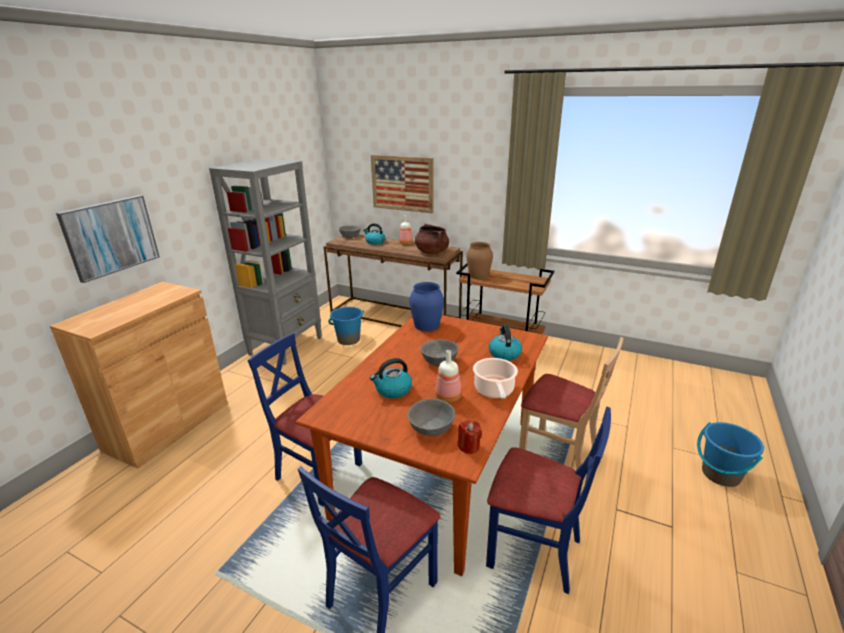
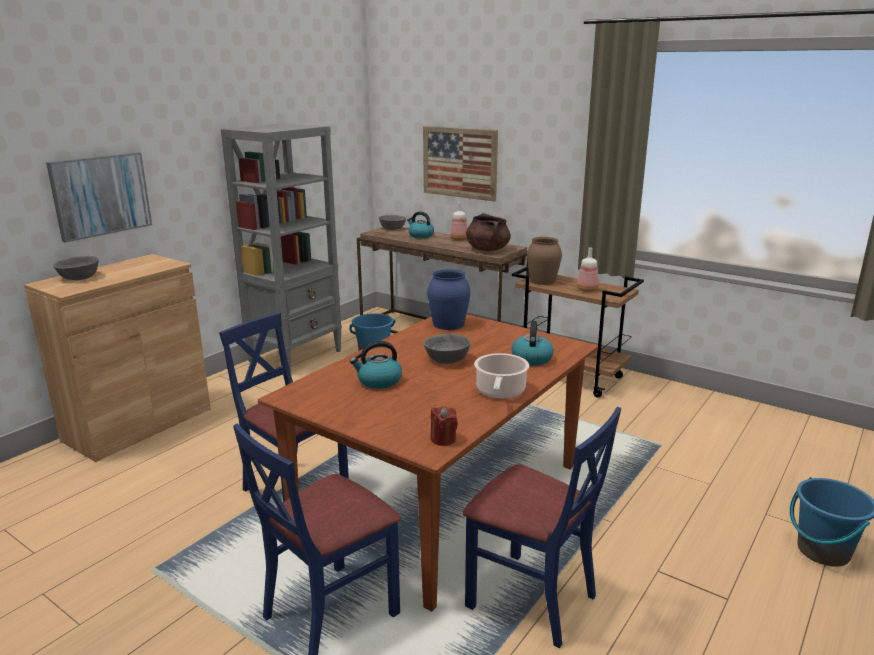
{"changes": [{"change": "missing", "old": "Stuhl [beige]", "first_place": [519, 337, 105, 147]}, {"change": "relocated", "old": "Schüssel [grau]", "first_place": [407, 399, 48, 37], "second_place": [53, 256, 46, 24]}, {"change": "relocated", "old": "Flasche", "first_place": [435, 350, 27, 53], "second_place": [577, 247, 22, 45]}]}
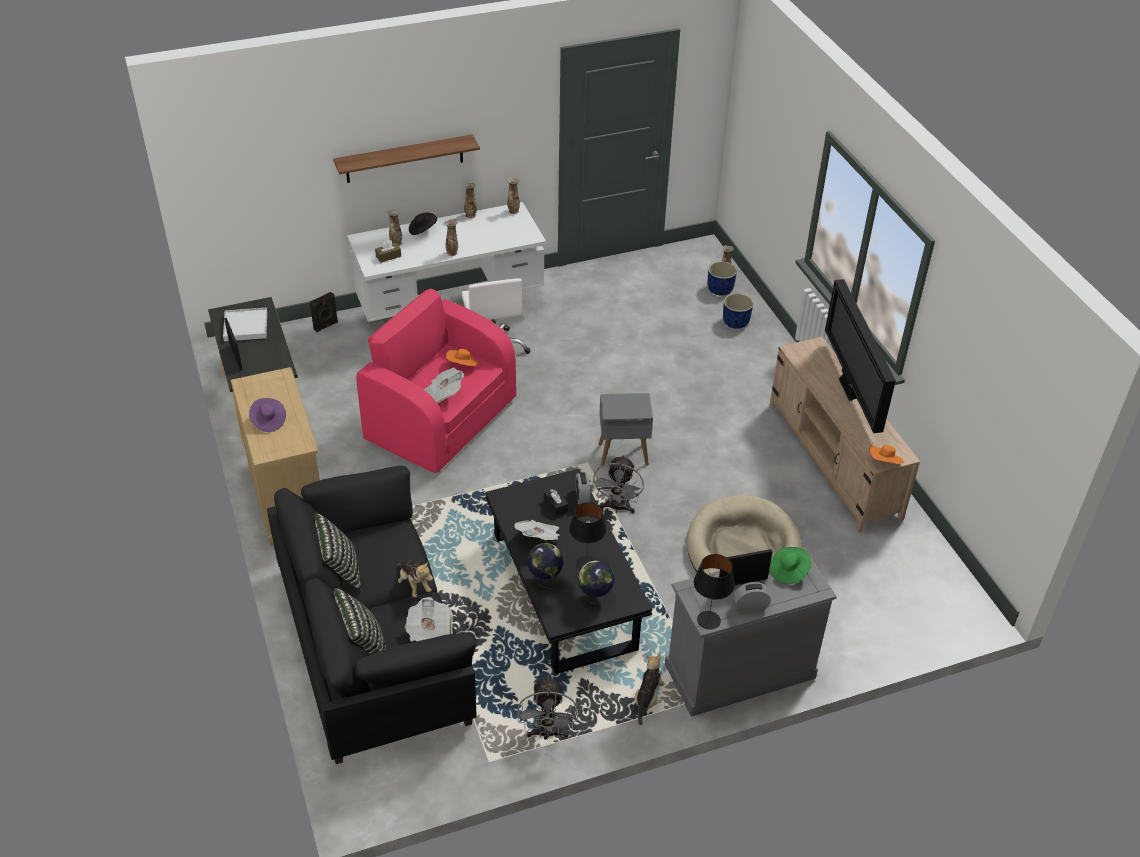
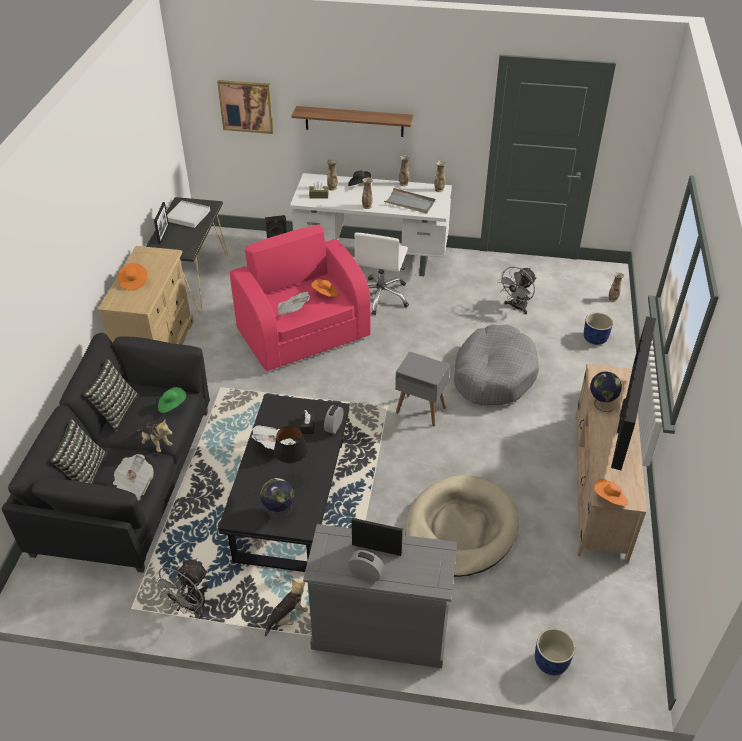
{"changes": [{"change": "missing", "old": "Tischlampe [schwarz]", "first_place": [694, 554, 41, 76]}, {"change": "appeared", "new": "Bild", "second_place": [217, 80, 57, 54]}, {"change": "appeared", "new": "Tablett [grau]", "second_place": [384, 188, 52, 26]}, {"change": "appeared", "new": "Hundebett [grau]", "second_place": [454, 324, 85, 82]}, {"change": "relocated", "old": "Globus", "first_place": [527, 543, 37, 46], "second_place": [590, 371, 32, 41]}, {"change": "relocated", "old": "Ventilator [grau]", "first_place": [592, 455, 52, 58], "second_place": [497, 267, 40, 47]}, {"change": "relocated", "old": "Pflanzkübel [blau]", "first_place": [708, 261, 29, 35], "second_place": [535, 628, 40, 47]}, {"change": "relocated", "old": "Hut [grün]", "first_place": [770, 547, 41, 37], "second_place": [158, 387, 28, 26]}, {"change": "colour", "old": "Hut [lila]", "new": "Hut [orange]", "first_place": [249, 398, 37, 34], "second_place": [117, 263, 30, 28]}, {"change": "spun", "old": "Plüschtier", "first_place": [396, 561, 37, 36], "second_place": [137, 420, 36, 32], "degrees": -45}]}
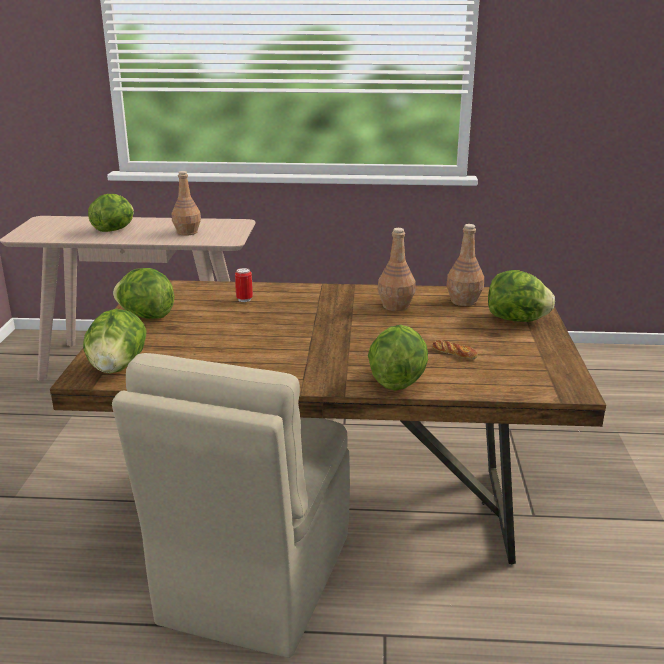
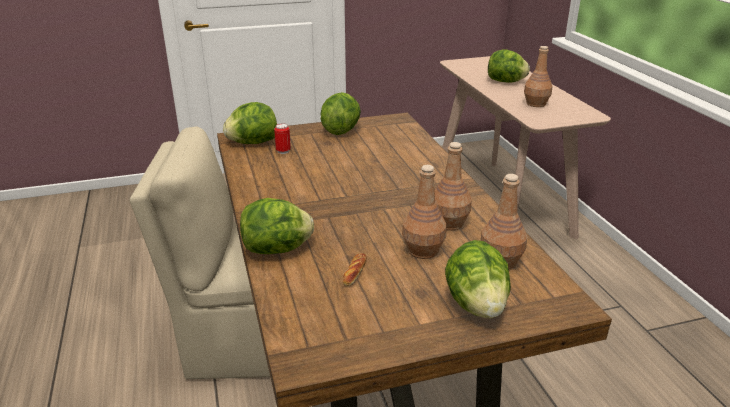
{"changes": [{"change": "appeared", "new": "Flasche [braun]", "second_place": [402, 165, 44, 94]}, {"change": "relocated", "old": "Dose", "first_place": [235, 268, 18, 34], "second_place": [274, 123, 17, 31]}]}
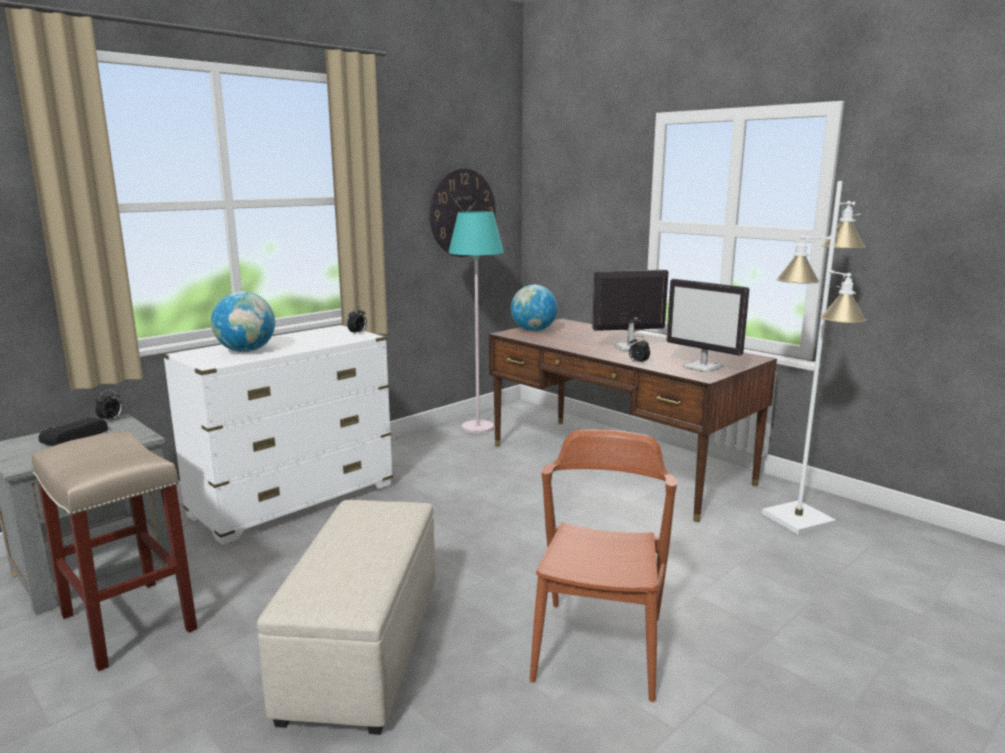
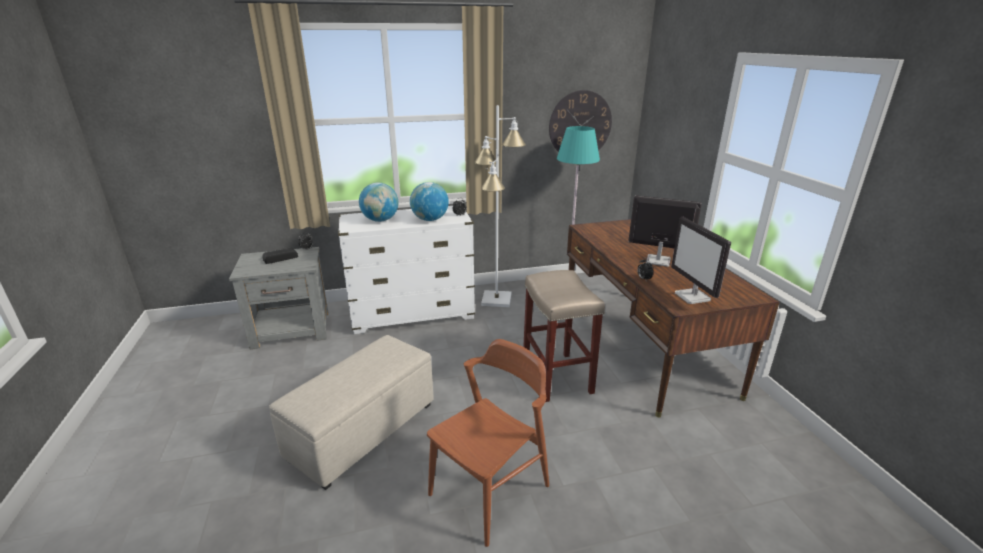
{"changes": [{"change": "relocated", "old": "Hocker [beige]", "first_place": [32, 431, 165, 240], "second_place": [523, 270, 82, 132]}, {"change": "relocated", "old": "Globus", "first_place": [511, 285, 47, 47], "second_place": [410, 182, 39, 39]}, {"change": "relocated", "old": "Stehlampe [weiß]", "first_place": [762, 181, 104, 354], "second_place": [474, 105, 52, 202]}]}
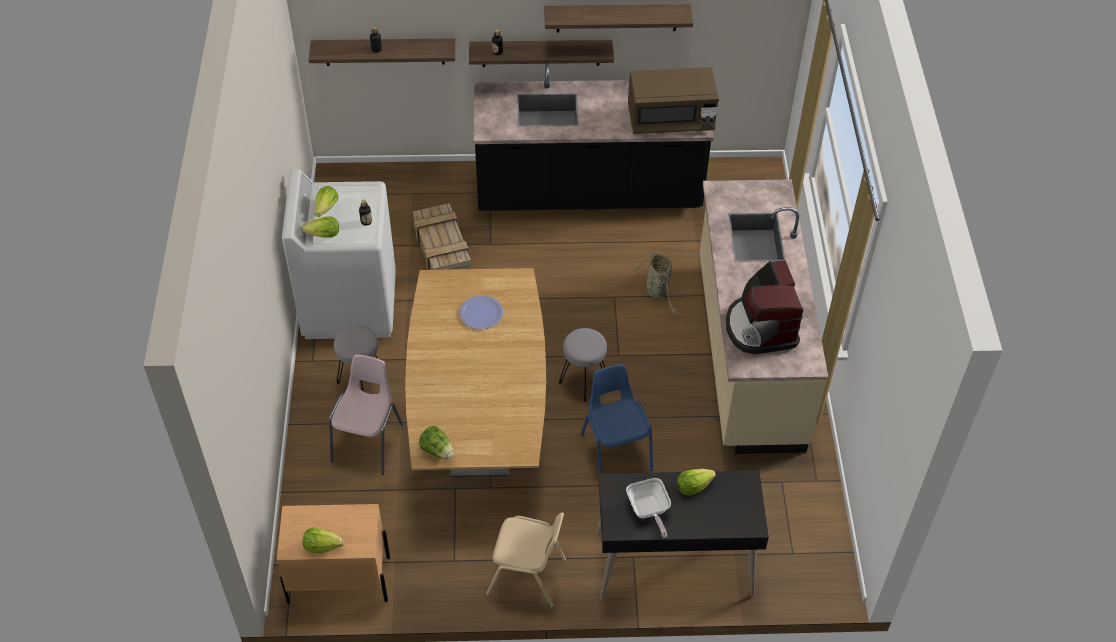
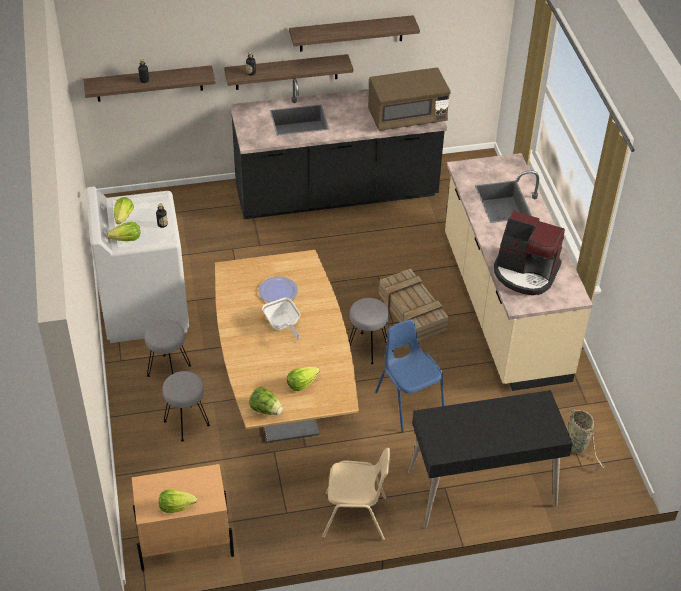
{"changes": [{"change": "relocated", "old": "Kiste", "first_place": [413, 203, 58, 67], "second_place": [379, 269, 69, 73]}, {"change": "relocated", "old": "Pfanne", "first_place": [626, 478, 45, 60], "second_place": [262, 298, 39, 42]}, {"change": "relocated", "old": "Korb", "first_place": [633, 252, 45, 62], "second_place": [562, 409, 43, 59]}, {"change": "relocated", "old": "Salatkopf", "first_place": [677, 469, 39, 26], "second_place": [287, 367, 33, 24]}, {"change": "exchanged", "old": "Stuhl [rosa]", "new": "Hocker [grau]", "first_place": [329, 355, 74, 120], "second_place": [162, 371, 48, 70]}, {"change": "spun", "old": "Kaffeemaschine", "first_place": [726, 260, 77, 94], "second_place": [494, 211, 71, 84], "degrees": -45}]}
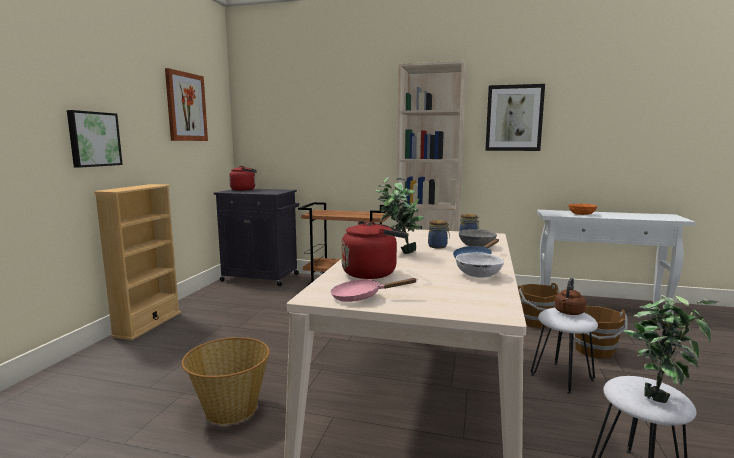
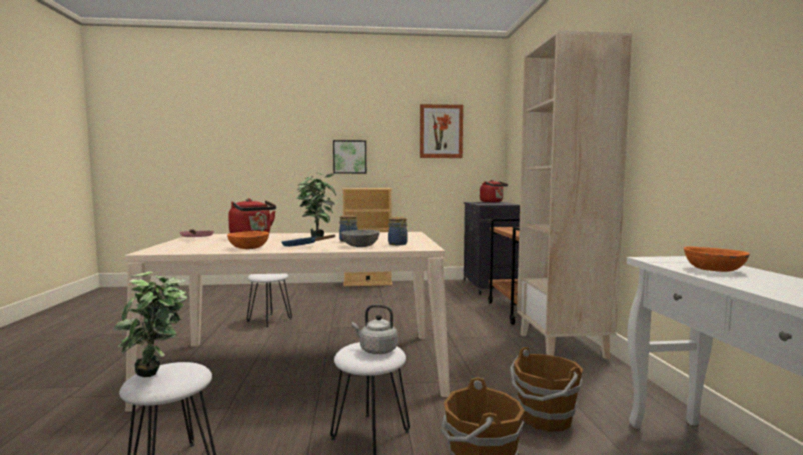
{"changes": [{"change": "missing", "old": "Bild", "first_place": [485, 84, 60, 67]}, {"change": "exchanged", "old": "Korb", "new": "Hocker [weiß]", "first_place": [181, 337, 89, 87], "second_place": [247, 274, 45, 53]}, {"change": "colour", "old": "Schüssel [weiß]", "new": "Schüssel [orange]", "first_place": [456, 252, 48, 26], "second_place": [227, 231, 42, 18]}, {"change": "colour", "old": "Wasserkessel [braun]", "new": "Wasserkessel [grau]", "first_place": [555, 278, 31, 37], "second_place": [352, 304, 46, 50]}]}
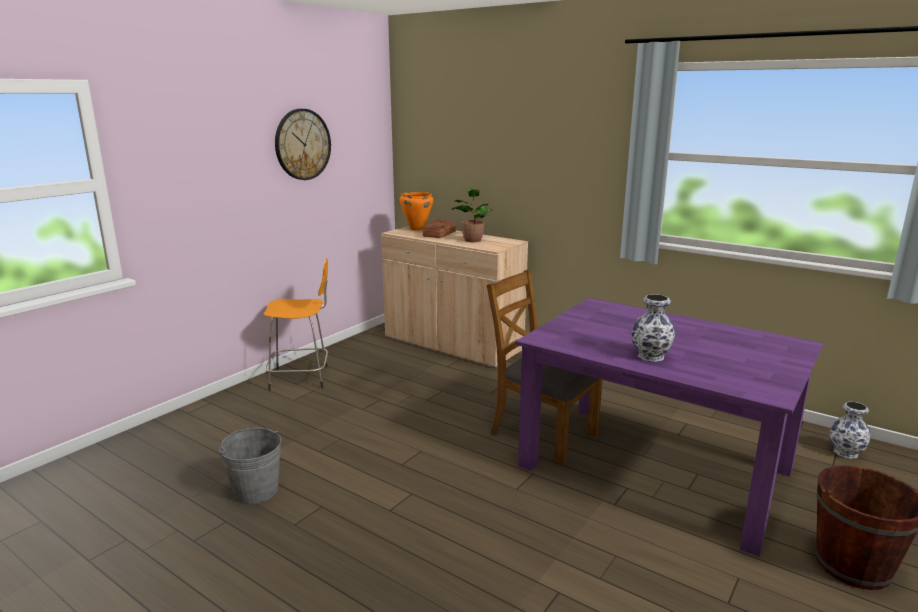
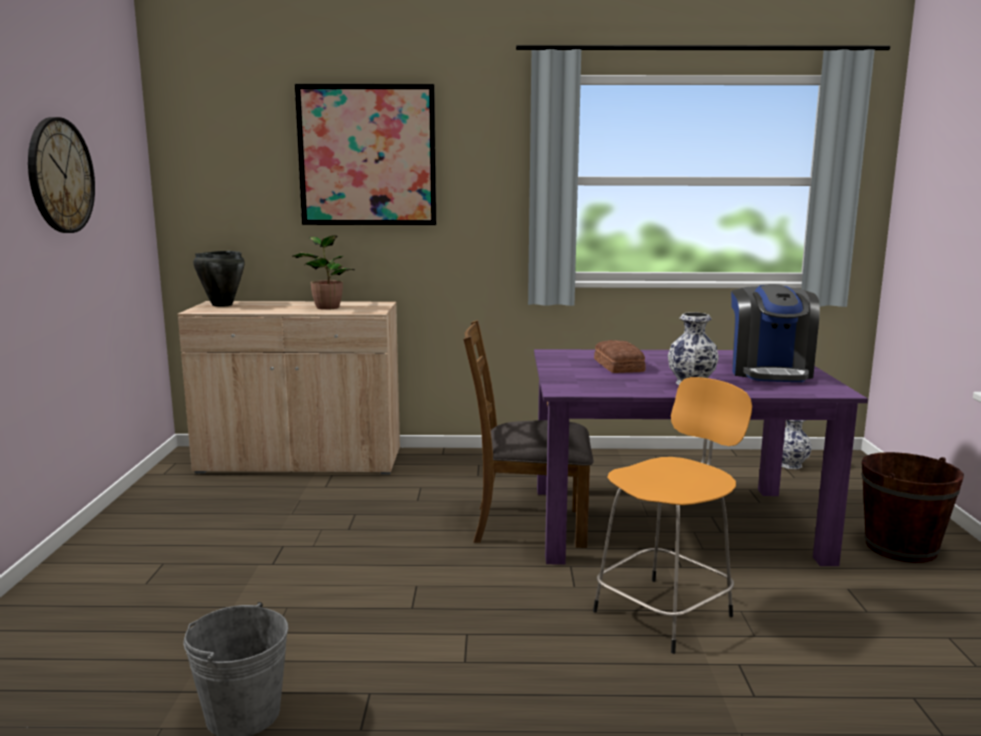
{"changes": [{"change": "appeared", "new": "Bild", "second_place": [295, 84, 141, 141]}, {"change": "appeared", "new": "Kaffeemaschine", "second_place": [731, 284, 89, 98]}, {"change": "relocated", "old": "Hocker [orange]", "first_place": [263, 258, 65, 133], "second_place": [593, 377, 159, 277]}, {"change": "relocated", "old": "Brot", "first_place": [423, 219, 33, 19], "second_place": [594, 340, 51, 33]}, {"change": "colour", "old": "Kochtopf [orange]", "new": "Kochtopf [schwarz]", "first_place": [399, 192, 34, 39], "second_place": [193, 251, 52, 56]}]}
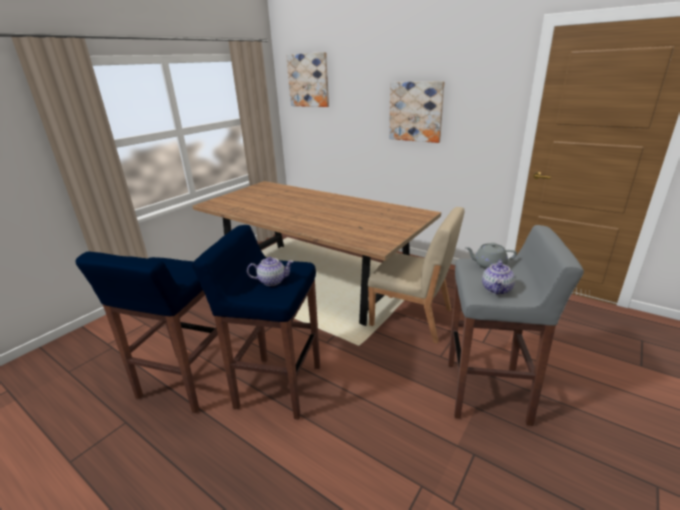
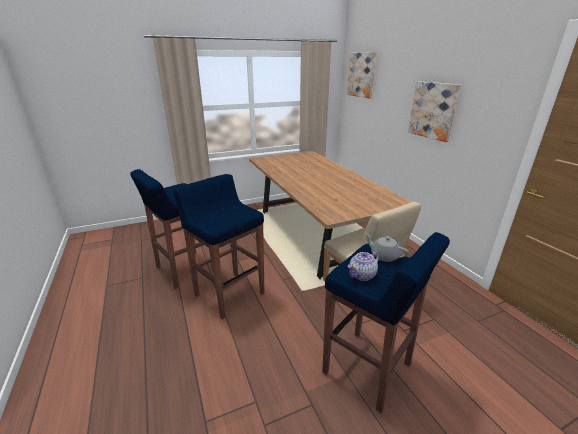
{"changes": [{"change": "missing", "old": "Teekanne", "first_place": [247, 257, 47, 29]}, {"change": "colour", "old": "Hocker [grau]", "new": "Hocker [blau]", "first_place": [448, 225, 136, 201], "second_place": [322, 232, 128, 181]}]}
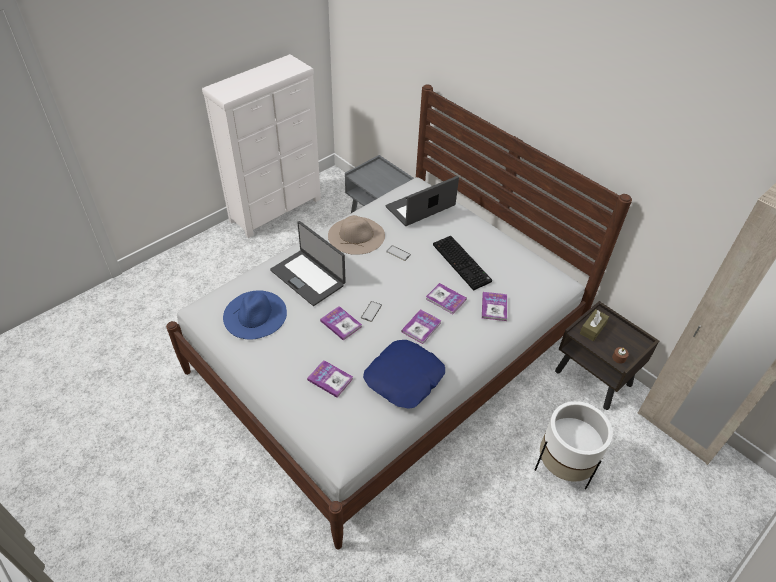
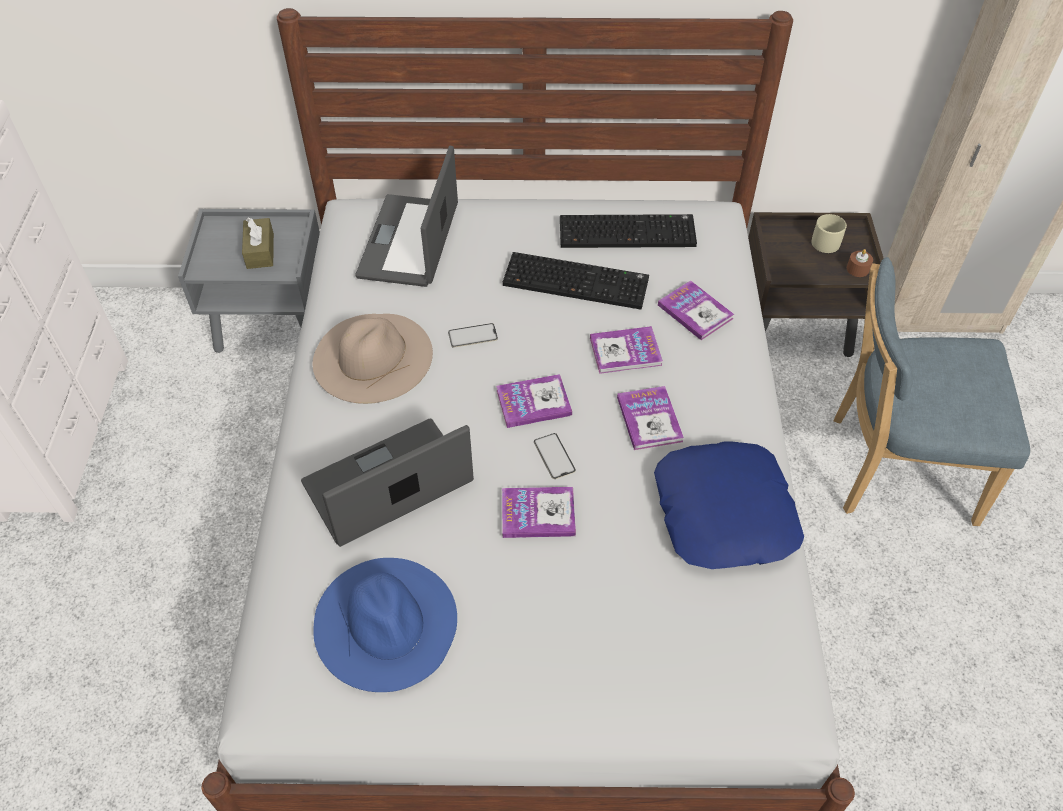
{"changes": [{"change": "appeared", "new": "Tastatur", "second_place": [560, 214, 137, 34]}, {"change": "appeared", "new": "Henkelbecher [beige]", "second_place": [811, 214, 36, 39]}, {"change": "relocated", "old": "Buch", "first_place": [307, 360, 46, 37], "second_place": [496, 374, 76, 54]}, {"change": "relocated", "old": "Taschentuchbox [braun]", "first_place": [580, 309, 29, 32], "second_place": [242, 218, 32, 51]}, {"change": "exchanged", "old": "Pflanzkübel [weiß]", "new": "Stuhl [blau]", "first_place": [535, 401, 78, 88], "second_place": [834, 257, 196, 269]}, {"change": "spun", "old": "Laptop", "first_place": [270, 221, 76, 85], "second_place": [301, 418, 173, 129], "degrees": 150}]}
